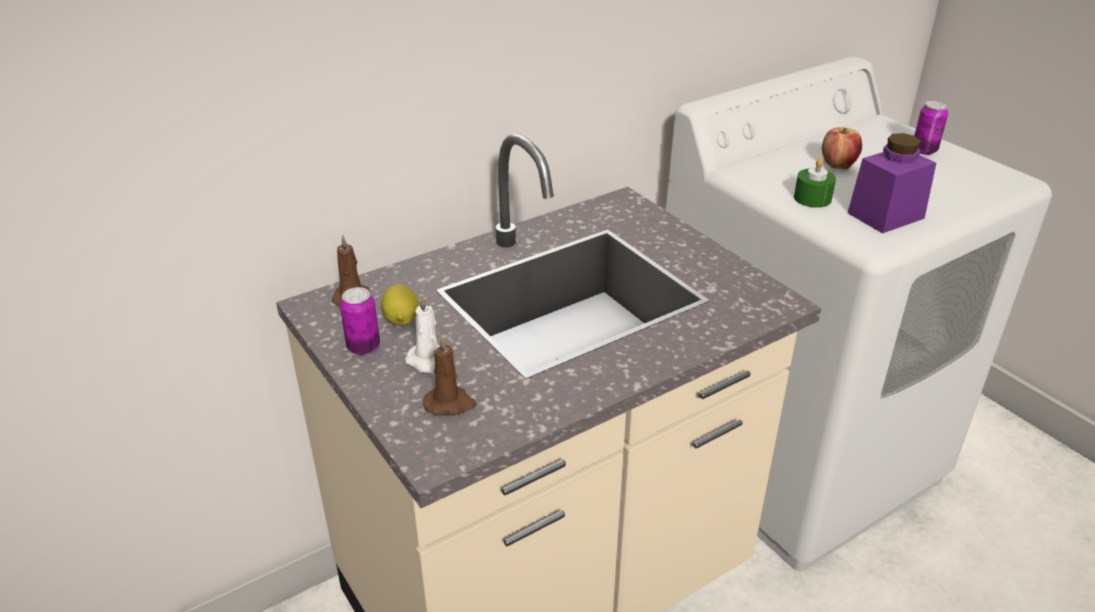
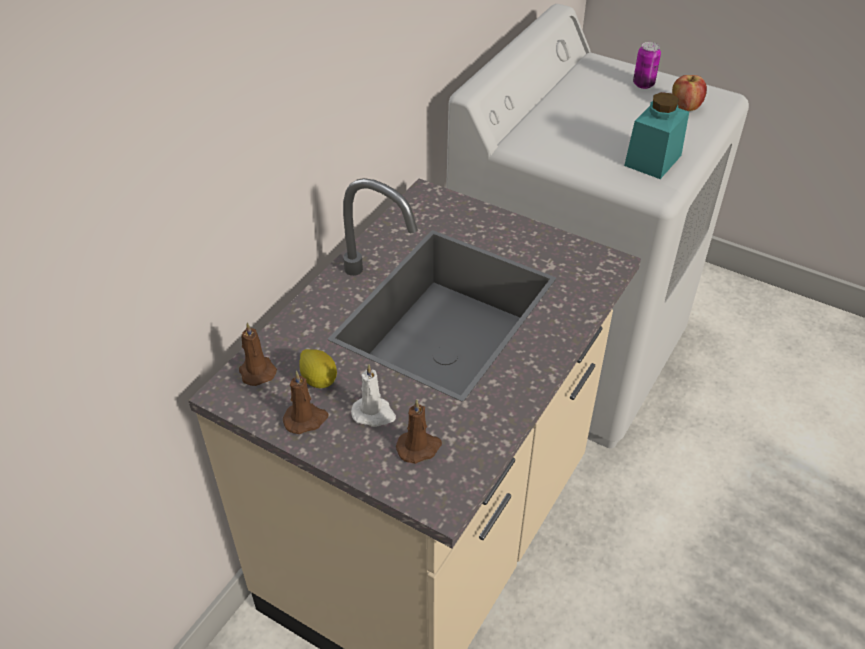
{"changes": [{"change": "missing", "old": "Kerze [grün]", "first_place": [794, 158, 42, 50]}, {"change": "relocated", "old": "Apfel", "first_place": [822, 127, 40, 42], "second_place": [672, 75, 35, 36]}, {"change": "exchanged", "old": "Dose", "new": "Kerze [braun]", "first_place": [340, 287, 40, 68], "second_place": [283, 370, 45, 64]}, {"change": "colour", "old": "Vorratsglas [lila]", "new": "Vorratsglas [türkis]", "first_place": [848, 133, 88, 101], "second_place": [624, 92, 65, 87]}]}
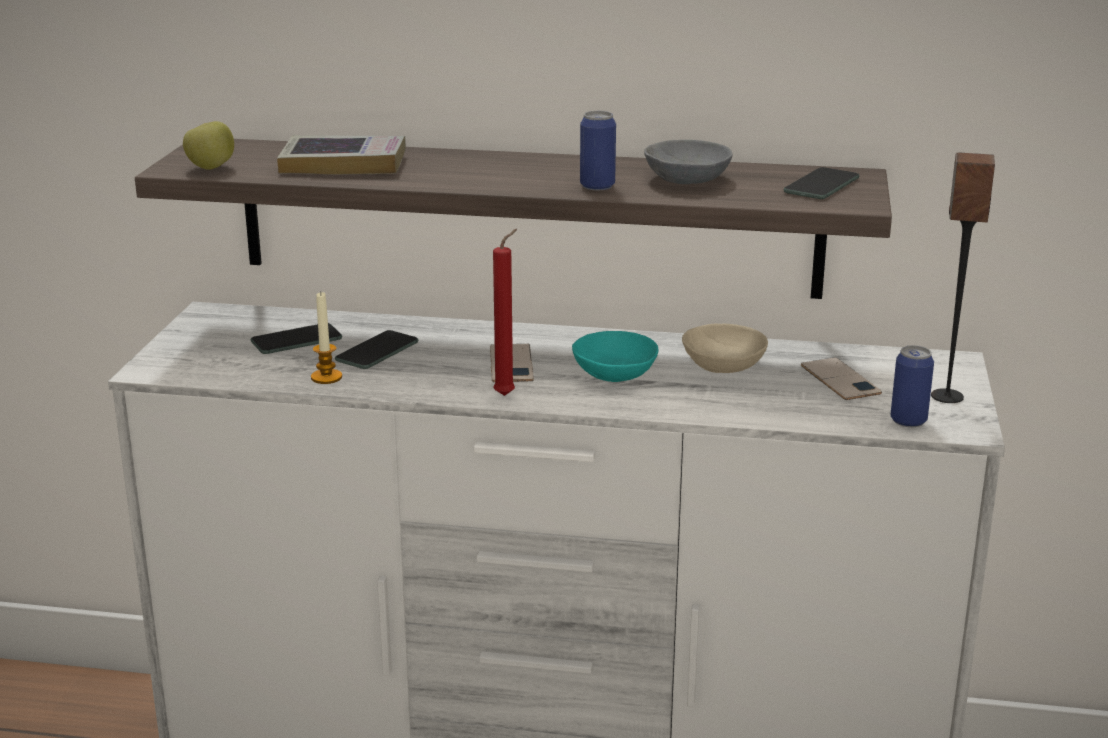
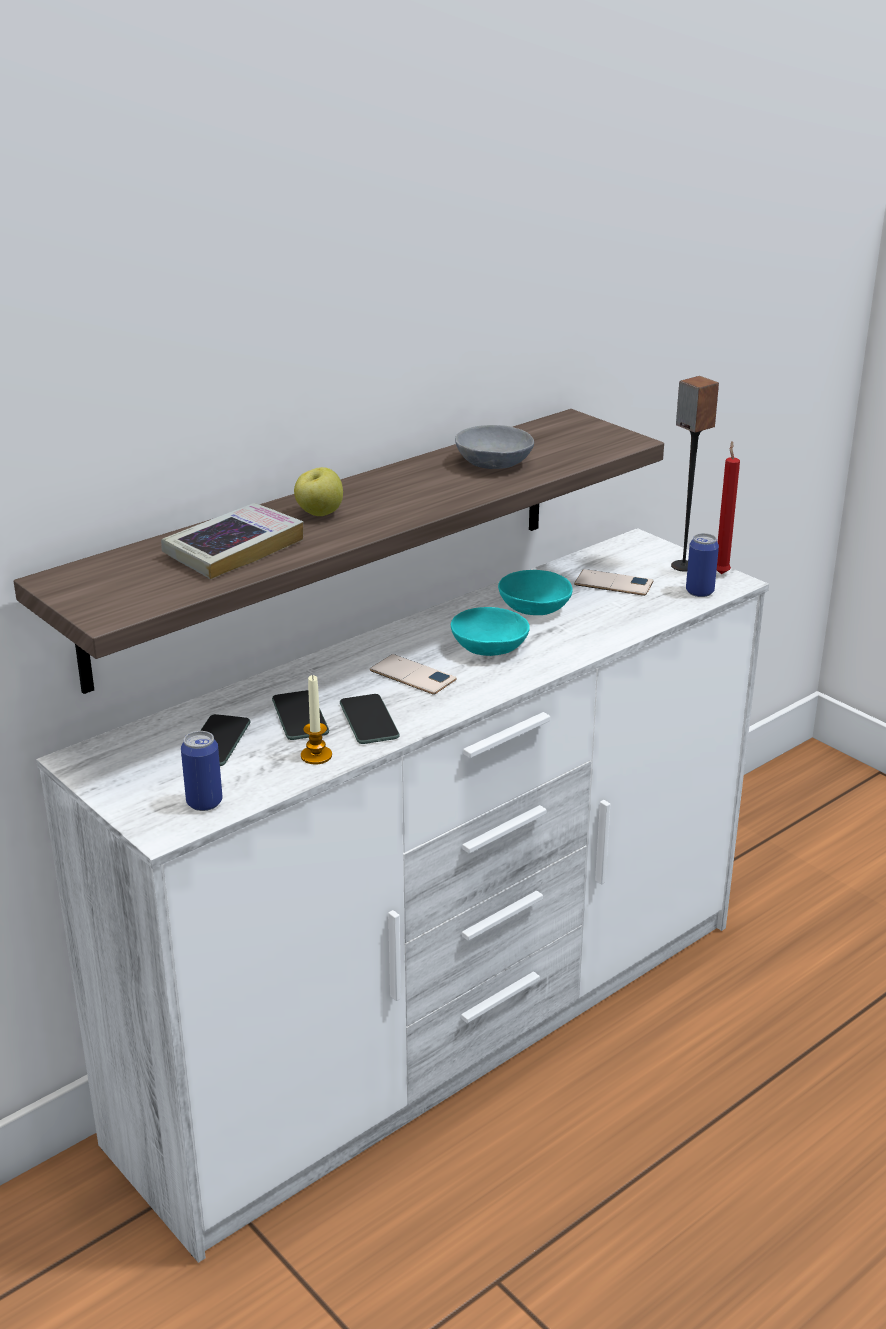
{"changes": [{"change": "relocated", "old": "Apfel", "first_place": [183, 121, 51, 49], "second_place": [294, 467, 49, 49]}, {"change": "relocated", "old": "Kerze [rot]", "first_place": [493, 229, 24, 167], "second_place": [717, 442, 23, 132]}, {"change": "relocated", "old": "Dose", "first_place": [580, 111, 36, 79], "second_place": [181, 731, 41, 80]}, {"change": "relocated", "old": "Handy", "first_place": [784, 167, 75, 32], "second_place": [340, 694, 60, 50]}, {"change": "colour", "old": "Schüssel [beige]", "new": "Schüssel [türkis]", "first_place": [682, 324, 86, 49], "second_place": [498, 570, 75, 45]}]}
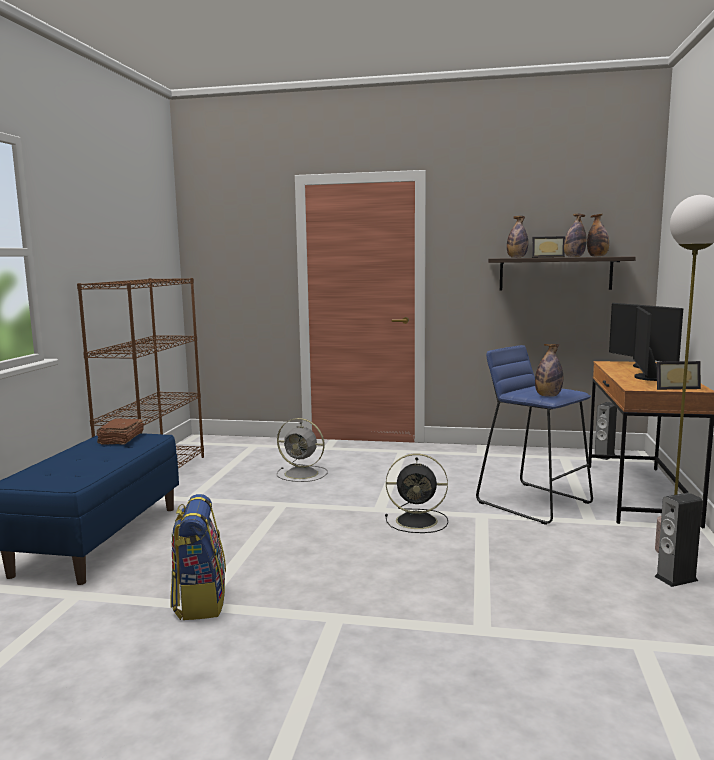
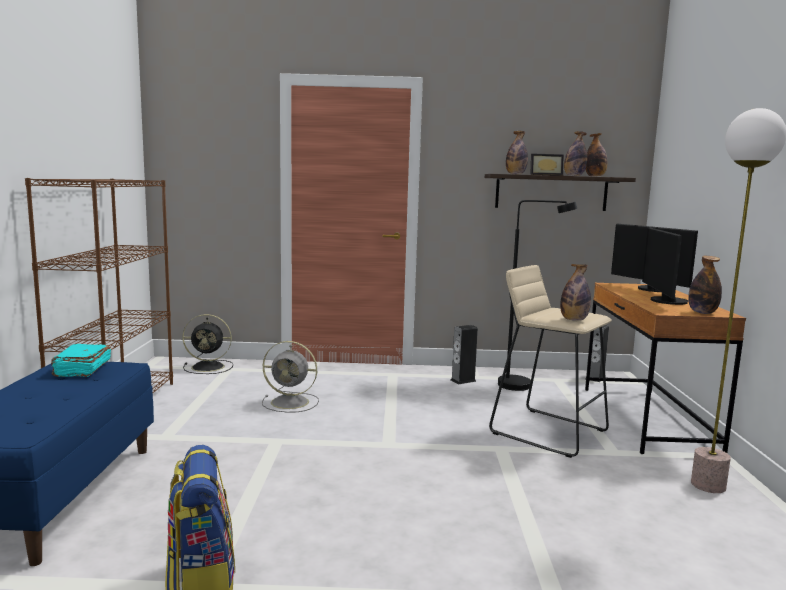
{"changes": [{"change": "appeared", "new": "Stehlampe [schwarz]", "second_place": [498, 200, 79, 191]}, {"change": "relocated", "old": "Ventilator [schwarz]", "first_place": [385, 454, 63, 79], "second_place": [182, 314, 51, 60]}, {"change": "relocated", "old": "Lautsprecher", "first_place": [654, 493, 49, 94], "second_place": [450, 325, 28, 59]}, {"change": "exchanged", "old": "Bilderrahmen", "new": "Flasche", "first_place": [657, 361, 44, 29], "second_place": [688, 256, 34, 58]}, {"change": "colour", "old": "Buch [braun]", "new": "Buch [türkis]", "first_place": [97, 418, 47, 27], "second_place": [51, 344, 60, 33]}, {"change": "colour", "old": "Hocker [blau]", "new": "Hocker [beige]", "first_place": [476, 345, 117, 180], "second_place": [489, 265, 123, 193]}]}
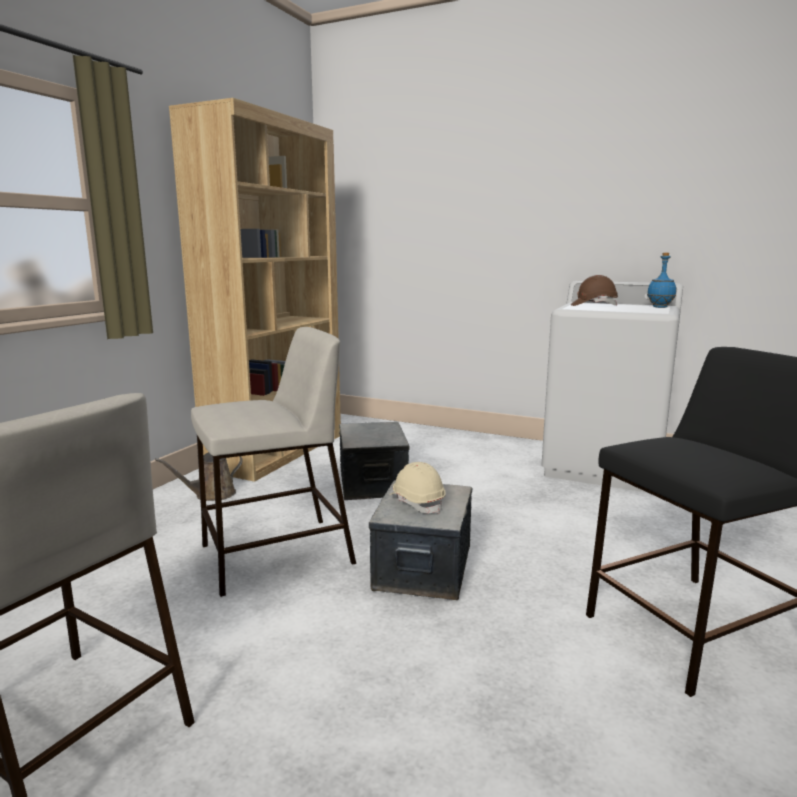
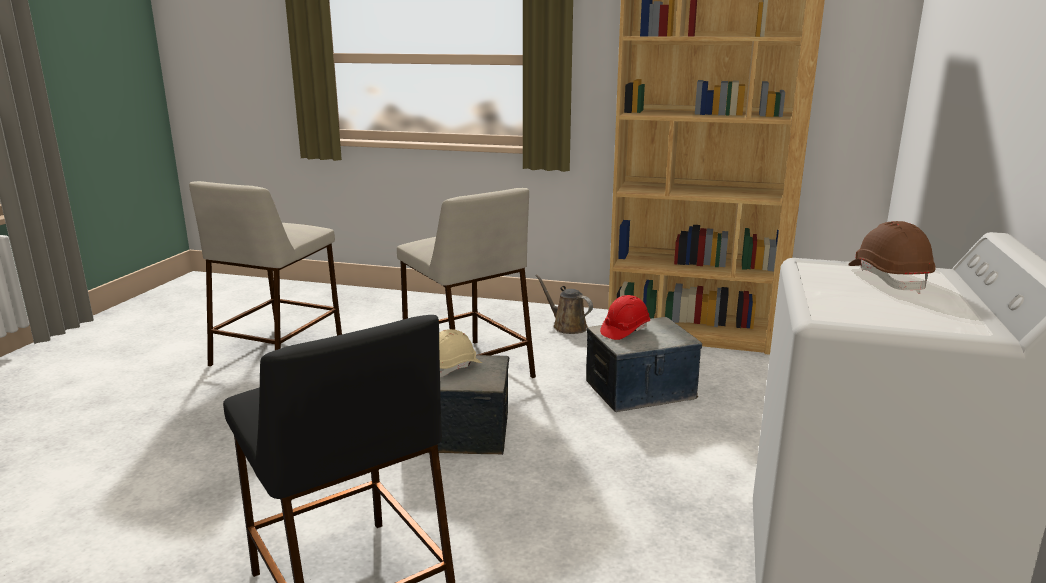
{"changes": [{"change": "missing", "old": "Flasche [blau]", "first_place": [647, 253, 29, 55]}, {"change": "appeared", "new": "Schutzhelm [rot]", "second_place": [600, 295, 50, 45]}]}
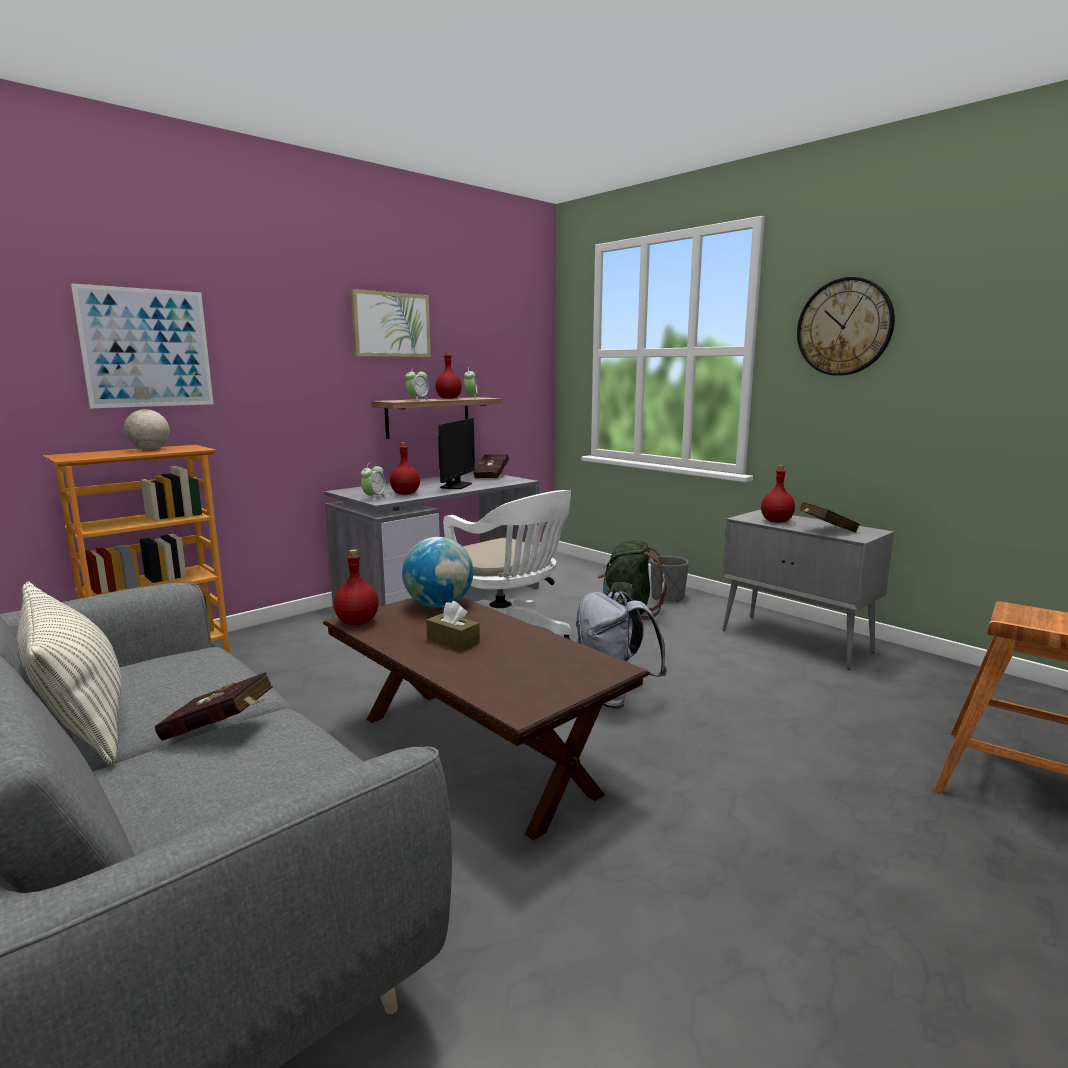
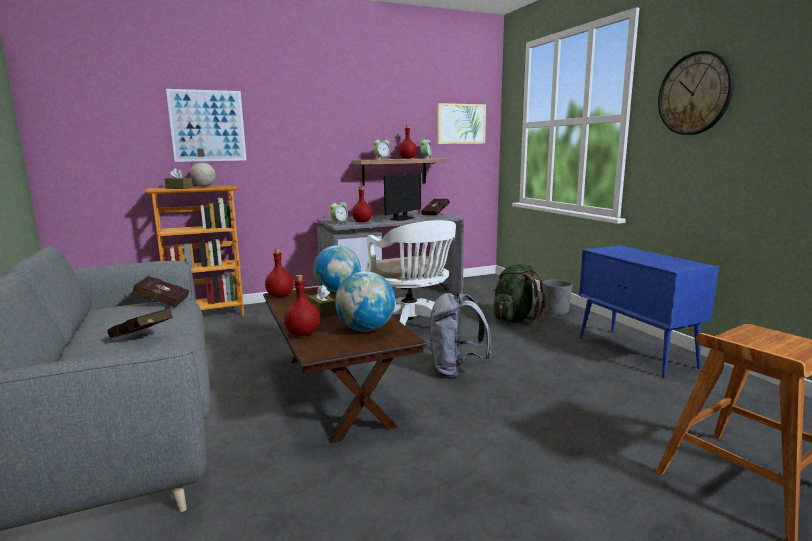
{"changes": [{"change": "missing", "old": "Kissen", "first_place": [16, 582, 106, 183]}, {"change": "appeared", "new": "Taschentuchbox [braun]", "second_place": [164, 168, 29, 21]}, {"change": "appeared", "new": "Globus", "second_place": [335, 271, 60, 61]}, {"change": "relocated", "old": "Bild", "first_place": [350, 289, 81, 68], "second_place": [437, 103, 49, 41]}, {"change": "relocated", "old": "Flasche [rot]", "first_place": [761, 466, 34, 57], "second_place": [284, 275, 36, 61]}, {"change": "relocated", "old": "Buch [rot]", "first_place": [800, 502, 60, 31], "second_place": [132, 276, 57, 31]}, {"change": "colour", "old": "Schrank [grau]", "new": "Schrank [blau]", "first_place": [722, 510, 172, 160], "second_place": [579, 245, 140, 133]}]}
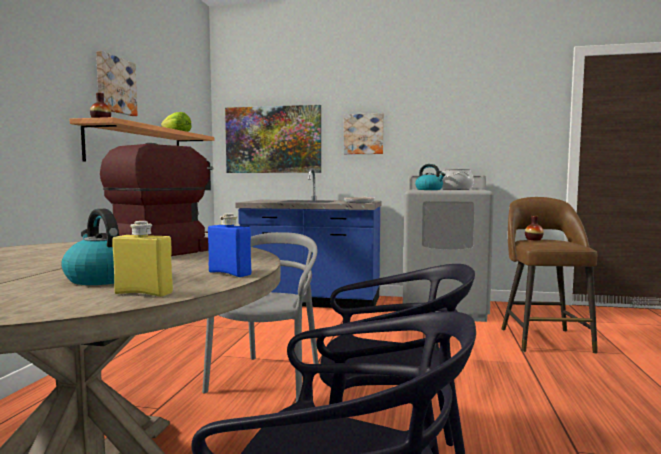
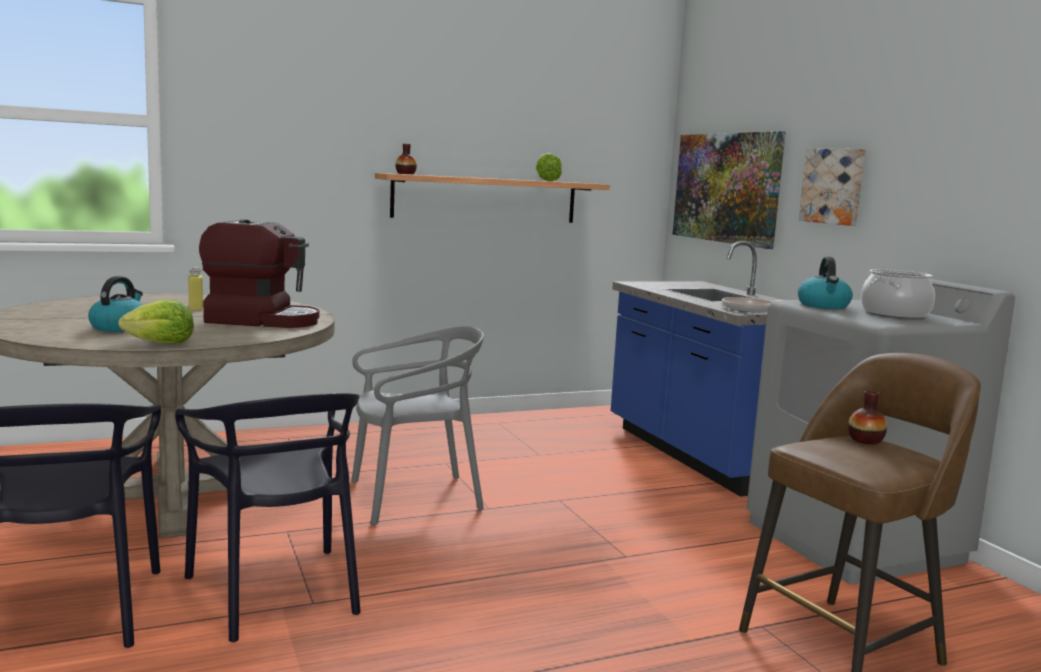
{"changes": [{"change": "missing", "old": "Bild", "first_place": [96, 51, 42, 65]}, {"change": "relocated", "old": "Flasche [gelb]", "first_place": [112, 221, 61, 76], "second_place": [188, 267, 15, 43]}, {"change": "exchanged", "old": "Flasche [blau]", "new": "Salatkopf", "first_place": [208, 213, 43, 64], "second_place": [119, 300, 75, 44]}]}
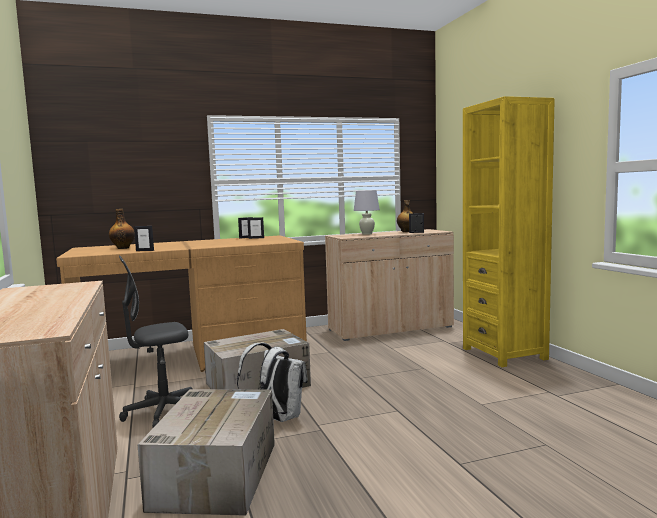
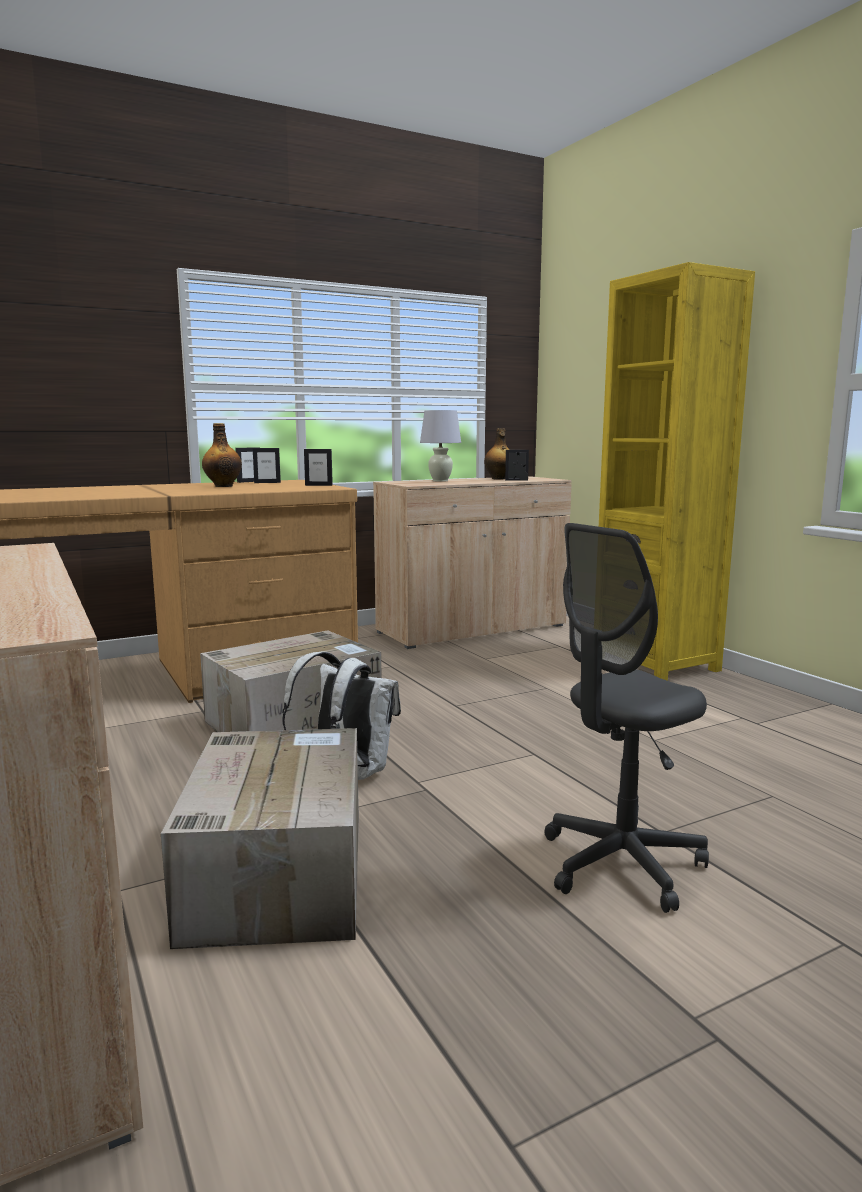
{"changes": [{"change": "relocated", "old": "Flasche", "first_place": [109, 209, 26, 40], "second_place": [202, 423, 40, 64]}, {"change": "relocated", "old": "Bürostuhl [grau]", "first_place": [119, 256, 74, 172], "second_place": [544, 523, 165, 390]}, {"change": "relocated", "old": "Bilderrahmen", "first_place": [134, 226, 20, 25], "second_place": [304, 449, 29, 37]}]}
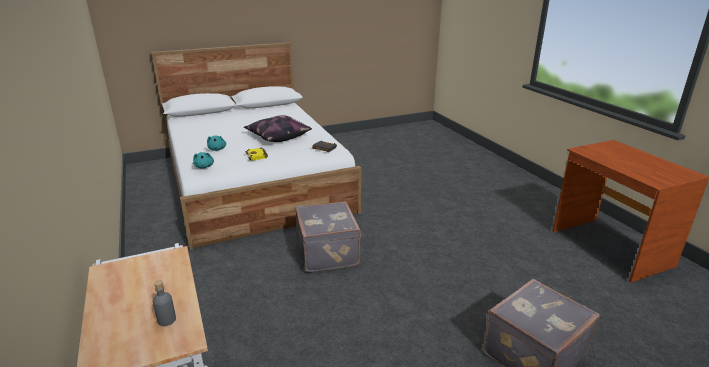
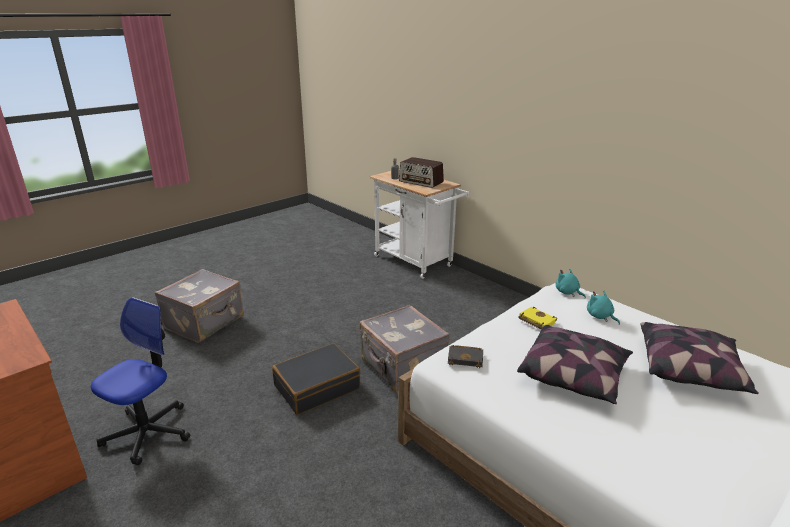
{"changes": [{"change": "appeared", "new": "Bürostuhl", "second_place": [91, 297, 99, 168]}, {"change": "appeared", "new": "Koffer [schwarz]", "second_place": [272, 343, 88, 72]}, {"change": "appeared", "new": "Radio", "second_place": [399, 157, 45, 31]}, {"change": "appeared", "new": "Kissen", "second_place": [640, 322, 119, 72]}]}
